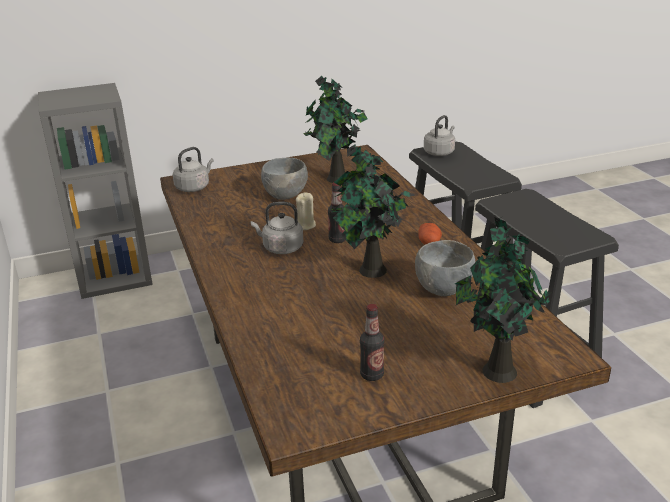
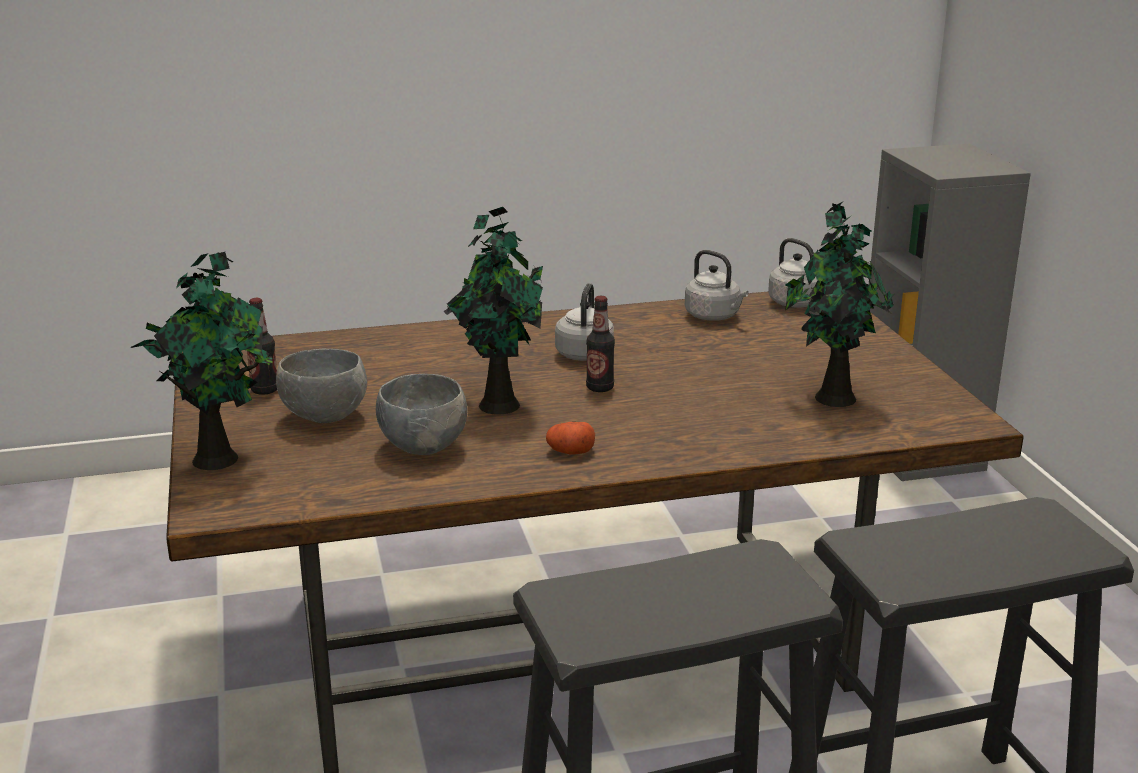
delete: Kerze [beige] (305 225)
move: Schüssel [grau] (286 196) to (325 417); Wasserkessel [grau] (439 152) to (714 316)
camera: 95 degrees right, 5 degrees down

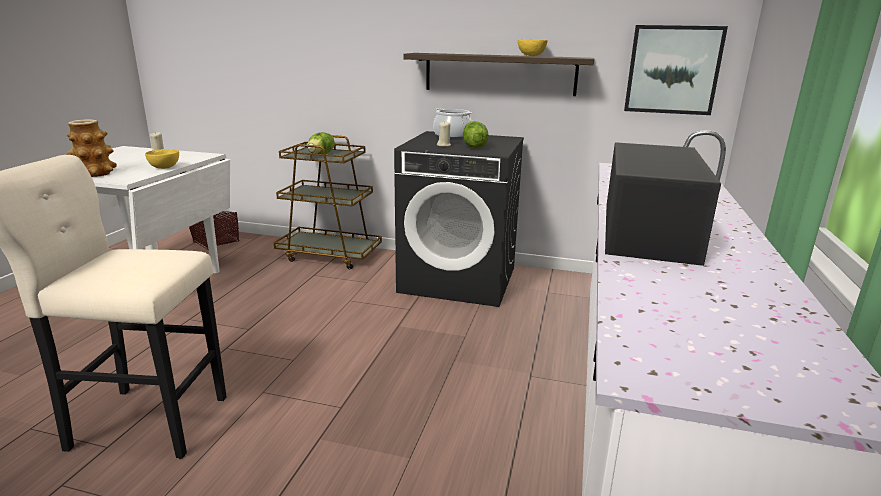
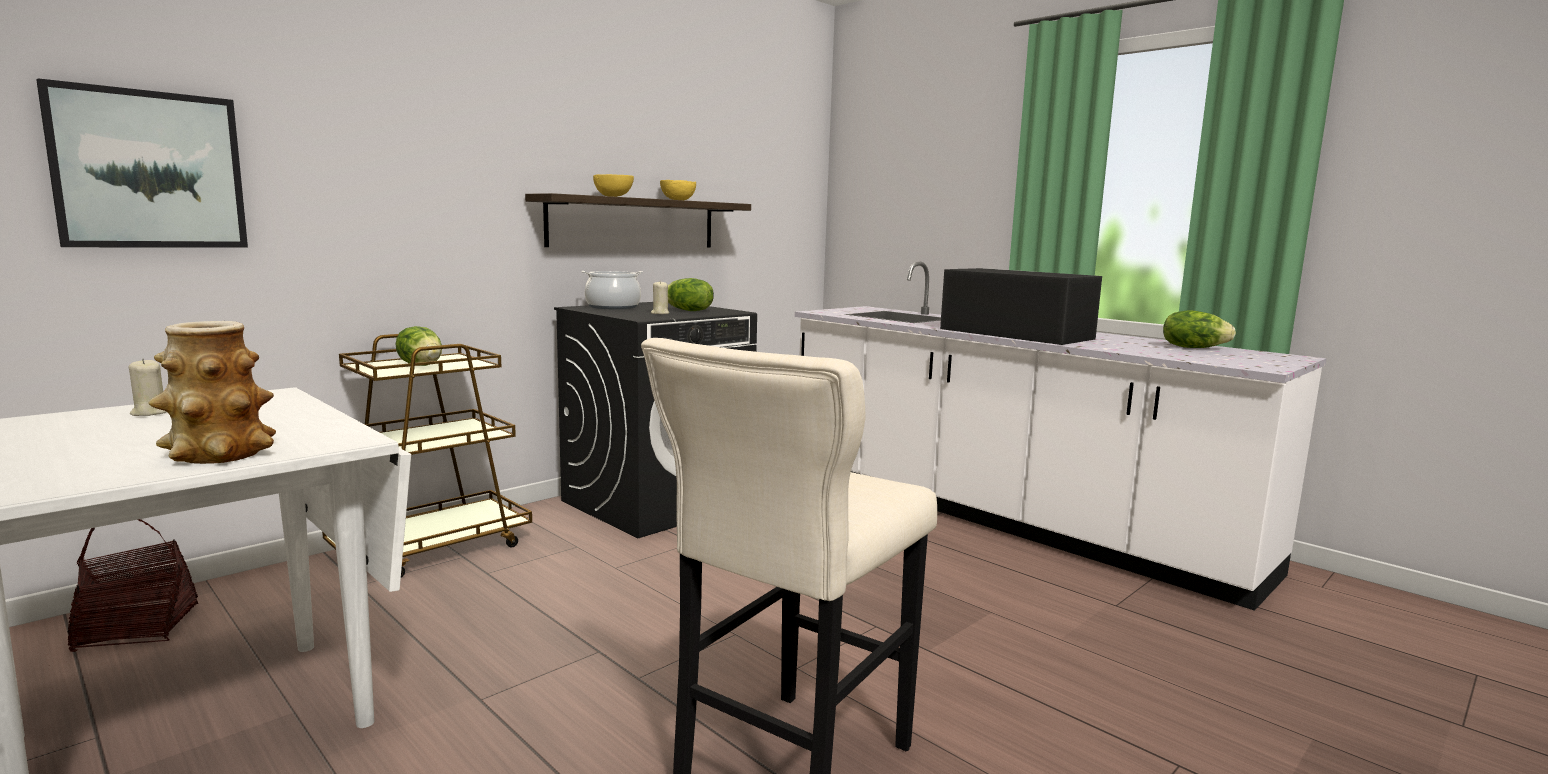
insert: Salatkopf (1193 348)
move: Schüssel [gelb] (165 168) to (613 196); Bild (673 70) to (149 170)
camera: 60 degrees left, 10 degrees down

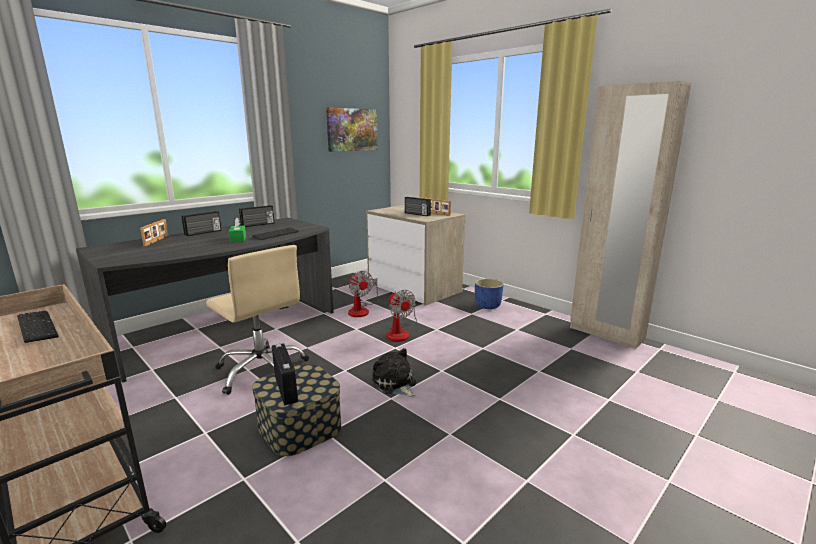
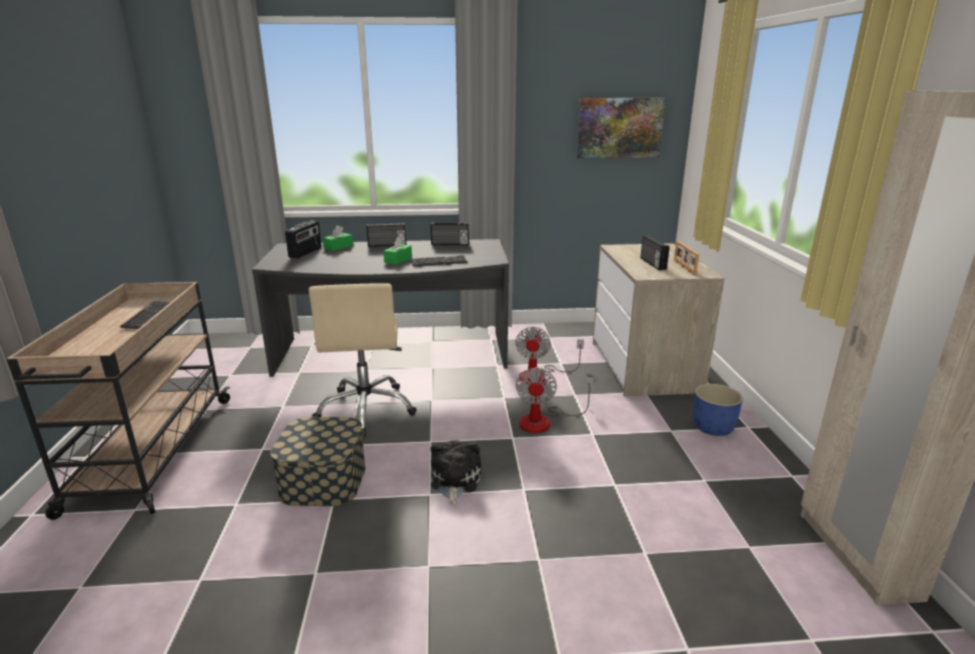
move: Radio (286 388) to (306 252)
replace: Bilderrahmen (157 240) to Taschentuchbox [grün] (338 247)
camera: 40 degrees right, 5 degrees up

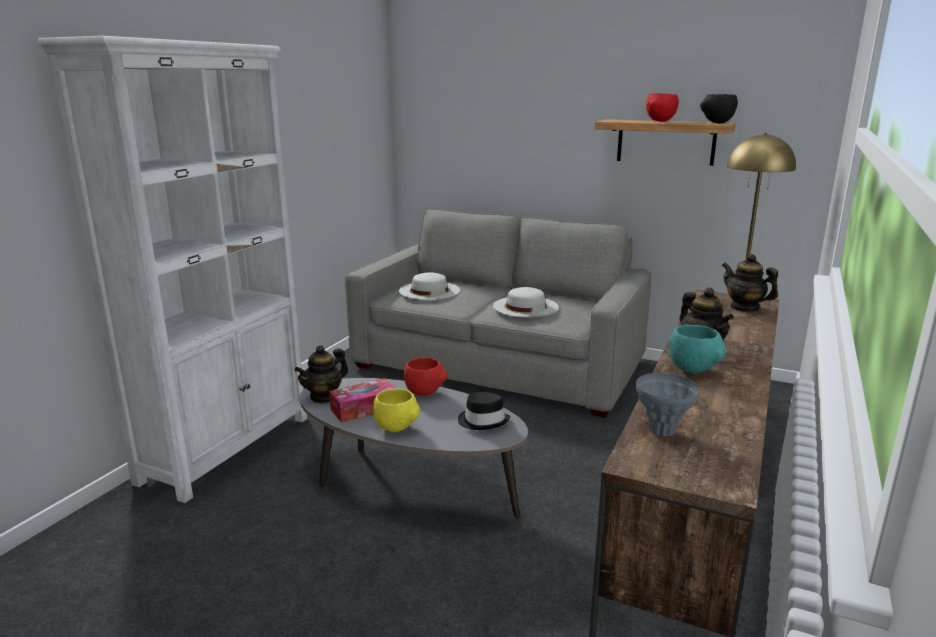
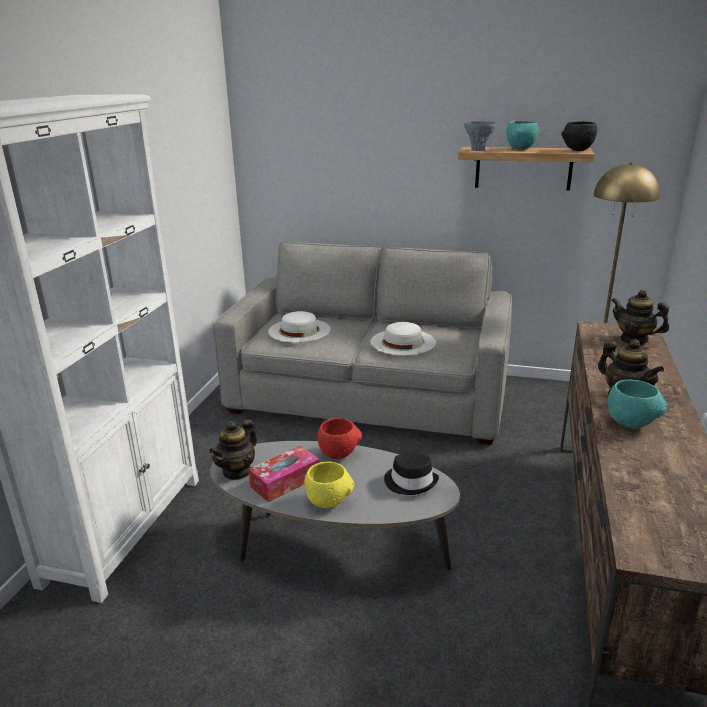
move: Vase [grau] (662 431) to (478 150)
recolor: Schüssel [rot] (660 121) to Schüssel [türkis] (520 149)
camera: 10 degrees left, 5 degrees up

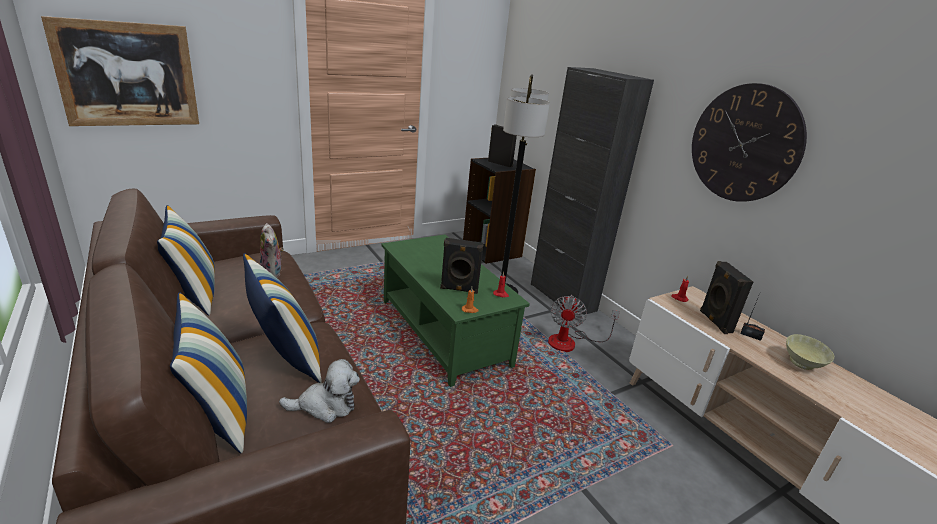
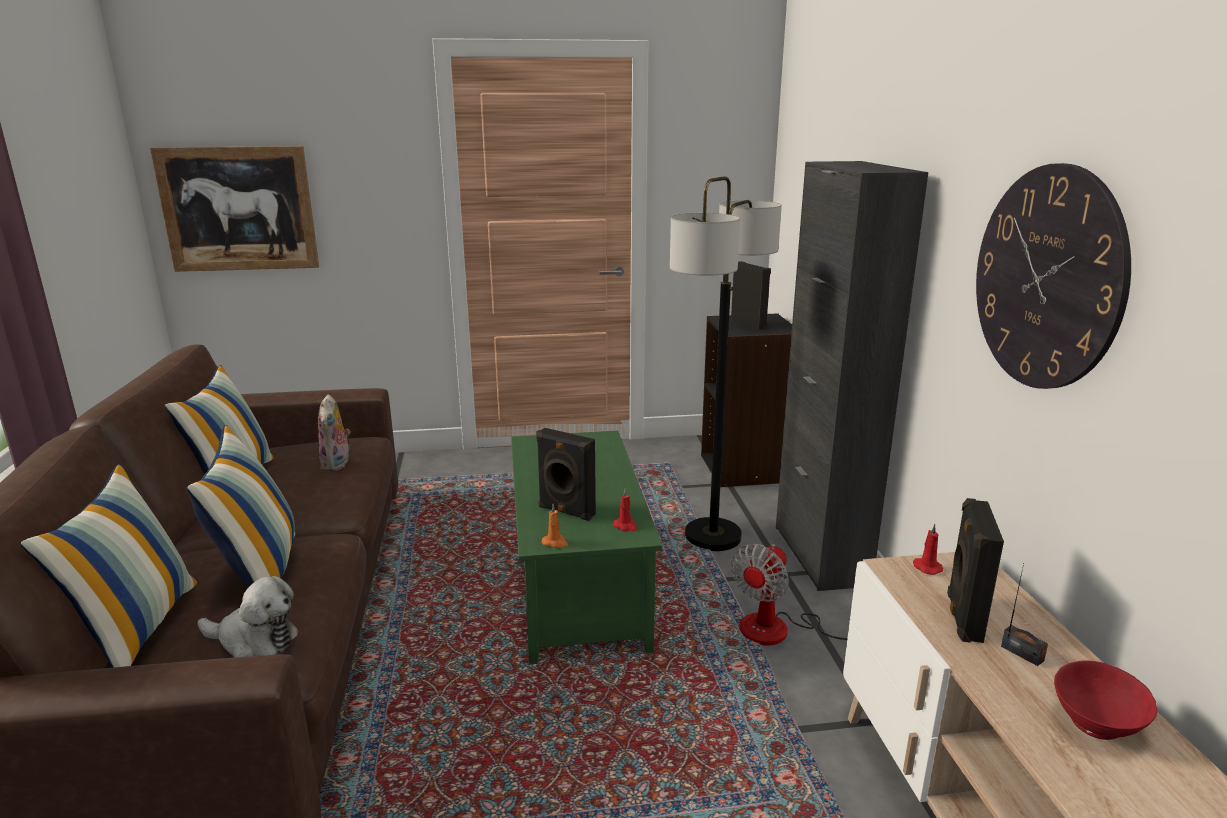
recolor: Schüssel [beige] (801 364) to Schüssel [rot] (1094 725)
camera: 25 degrees right, 5 degrees down

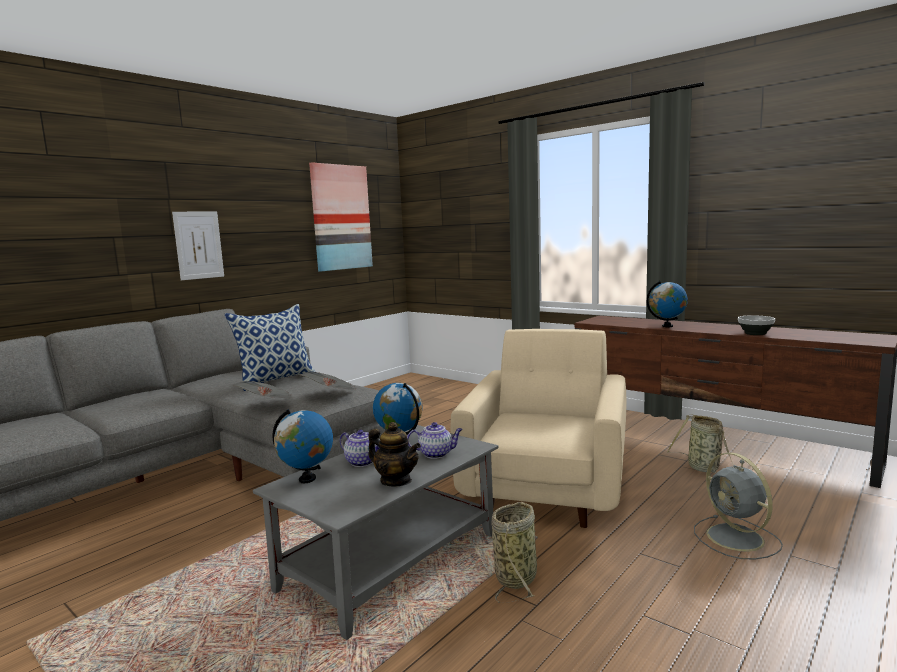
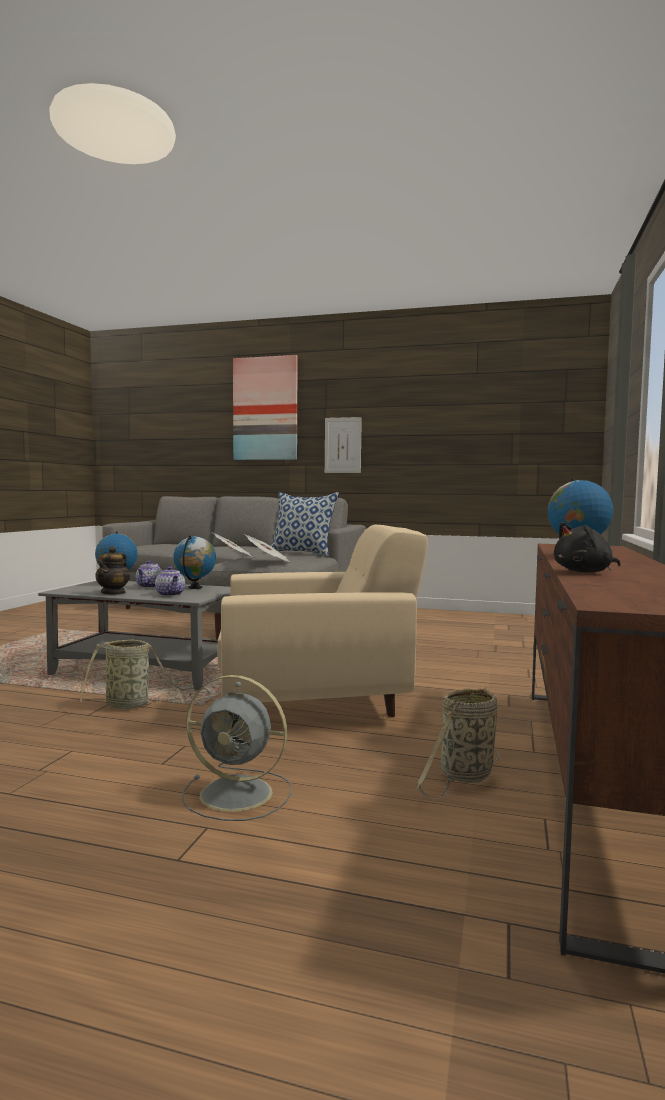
move: Bild (341 217) to (265 409)
replace: Schüssel (755 333) to Plüschtier [schwarz] (585 572)
rotate: Ventilator [grau] (737 539) = (239 794) 120 degrees counterclockwise
camera: 65 degrees right, 5 degrees down

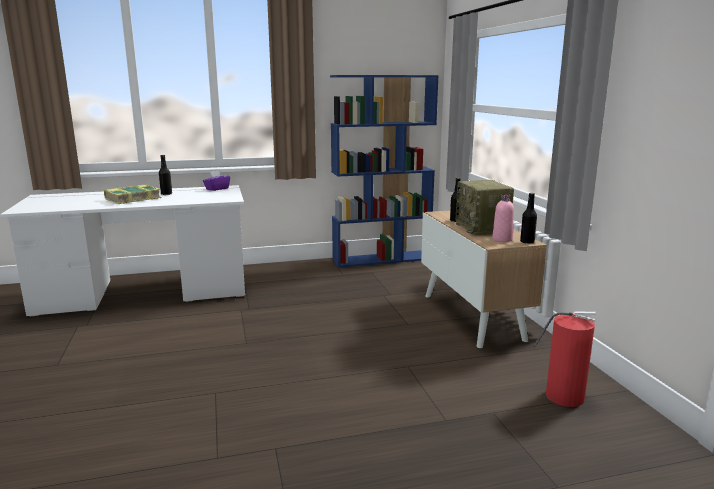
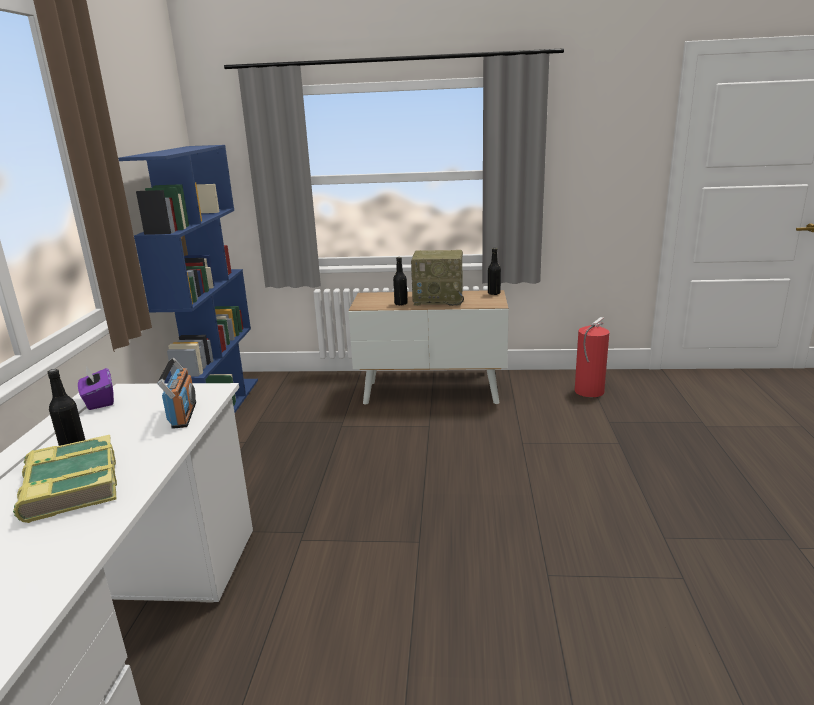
delete: Flasche [rosa] (502 239)
insert: Radio (183 415)
camera: 70 degrees left, 5 degrees up

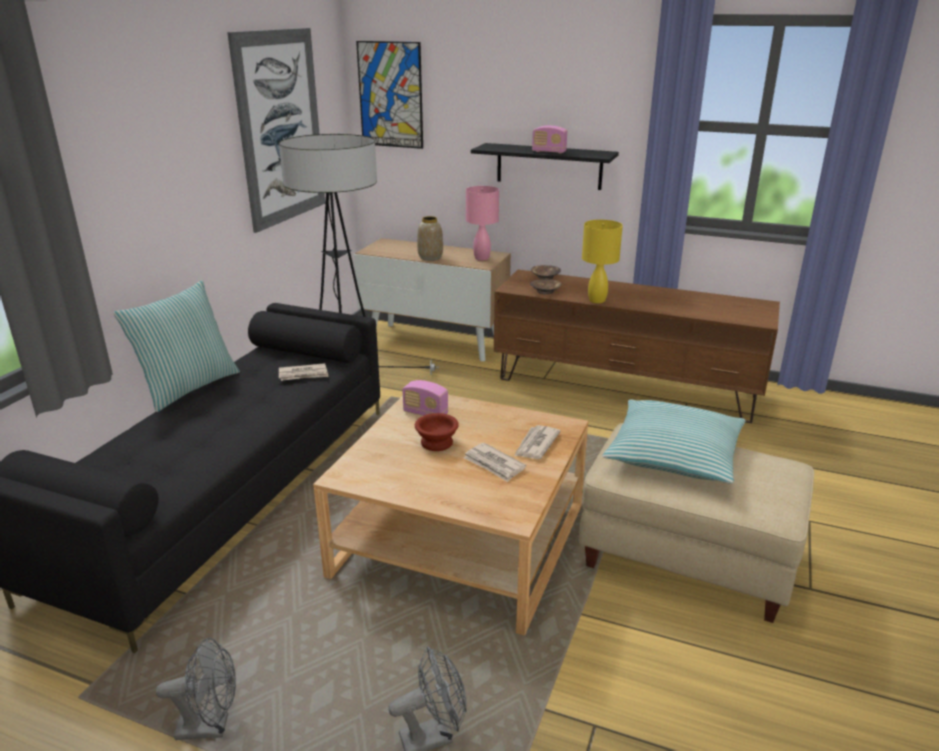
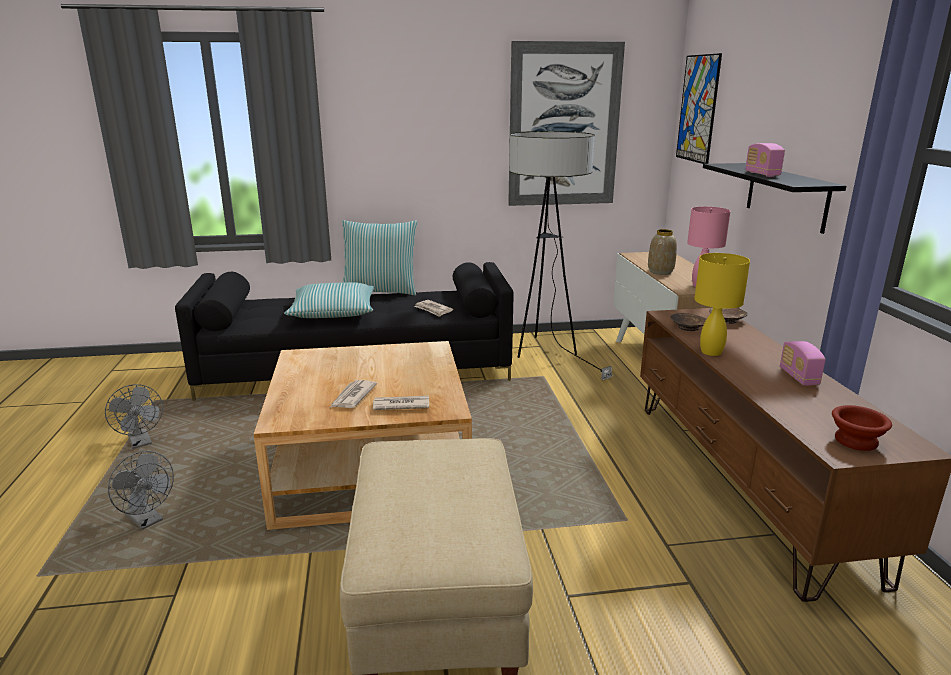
move: Radio (425 413) to (798 377); Schüssel [braun] (436 442) to (855 440); Kissen (674 454) to (333 312)
camera: 60 degrees right, 5 degrees down

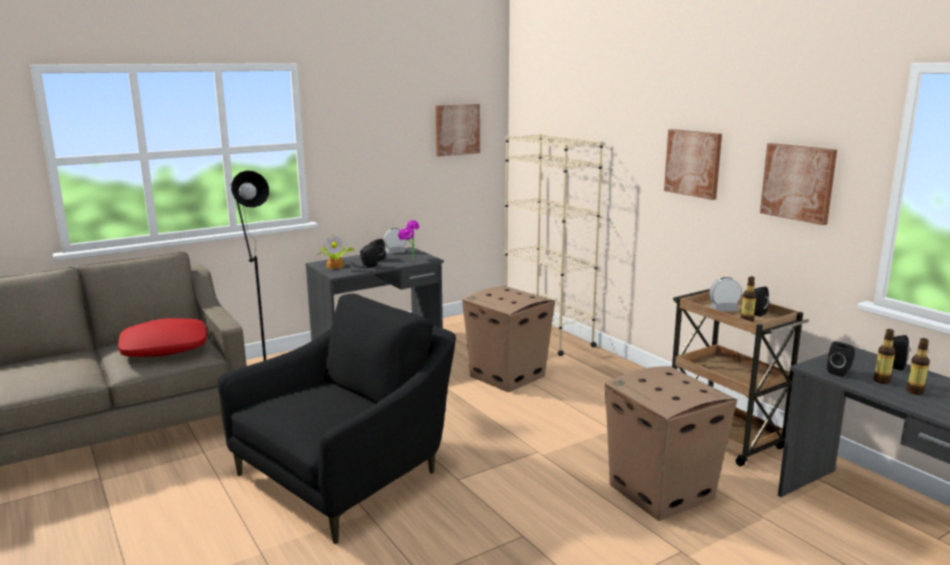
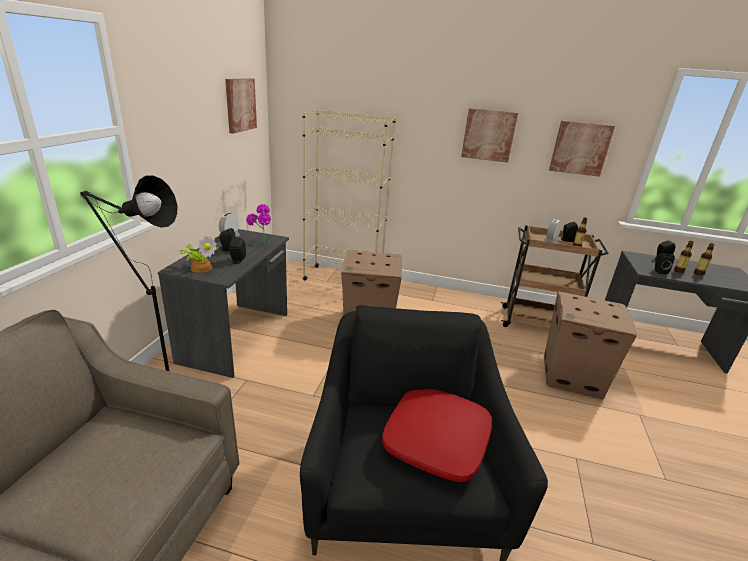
move: Kissen [rot] (165 348) to (435 439)
camera: 45 degrees left, 10 degrees up

